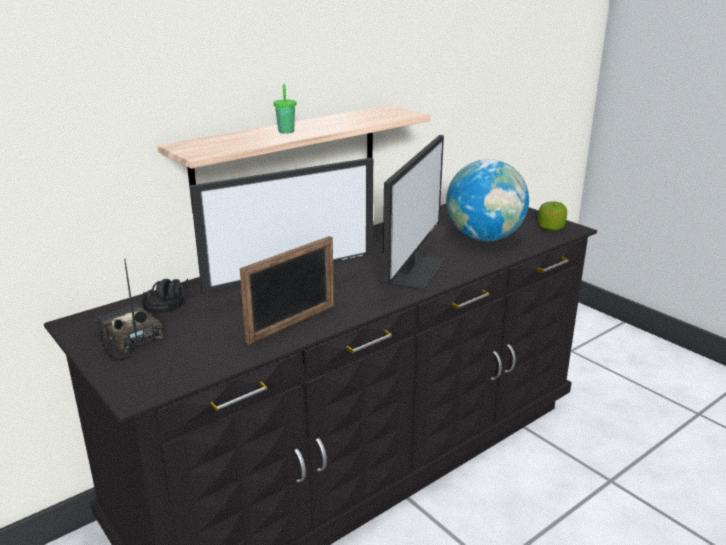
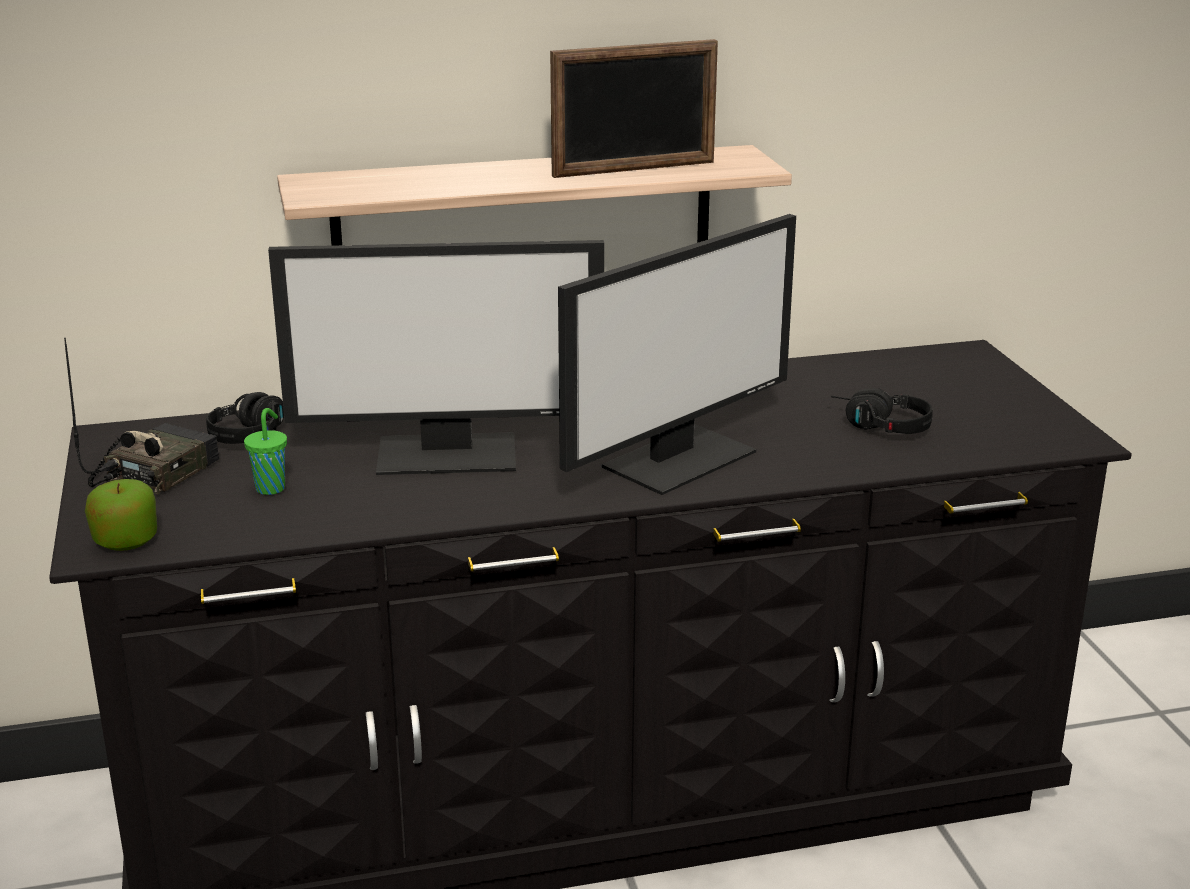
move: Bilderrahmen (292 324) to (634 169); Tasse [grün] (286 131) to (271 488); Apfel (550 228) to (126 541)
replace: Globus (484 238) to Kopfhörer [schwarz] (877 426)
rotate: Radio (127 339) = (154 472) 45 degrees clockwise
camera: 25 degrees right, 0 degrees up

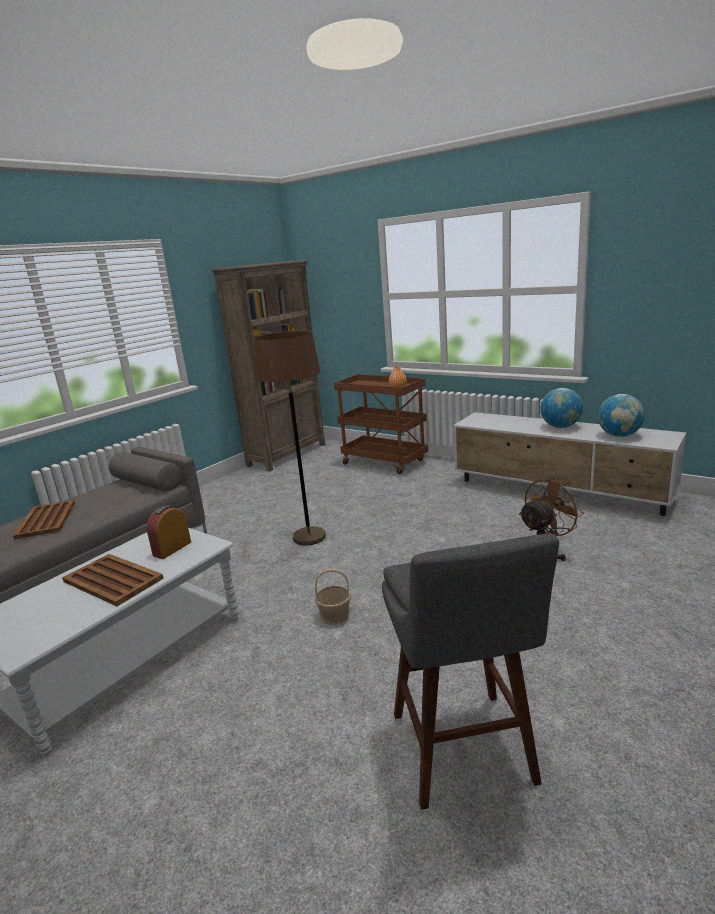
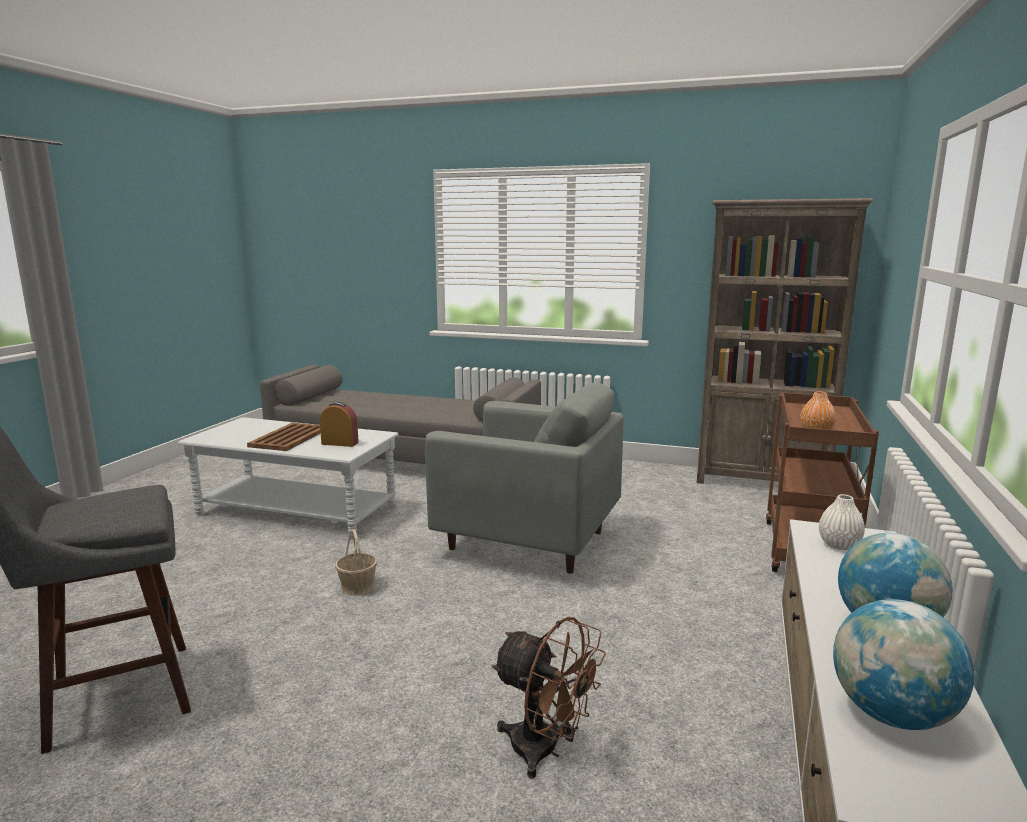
delete: Tablett [braun] (45 520)
insert: Vase [weiß] (839 545)
replace: Stehlampe [braun] (309 537) to Sessel [grau] (526 541)
camera: 70 degrees right, 5 degrees down

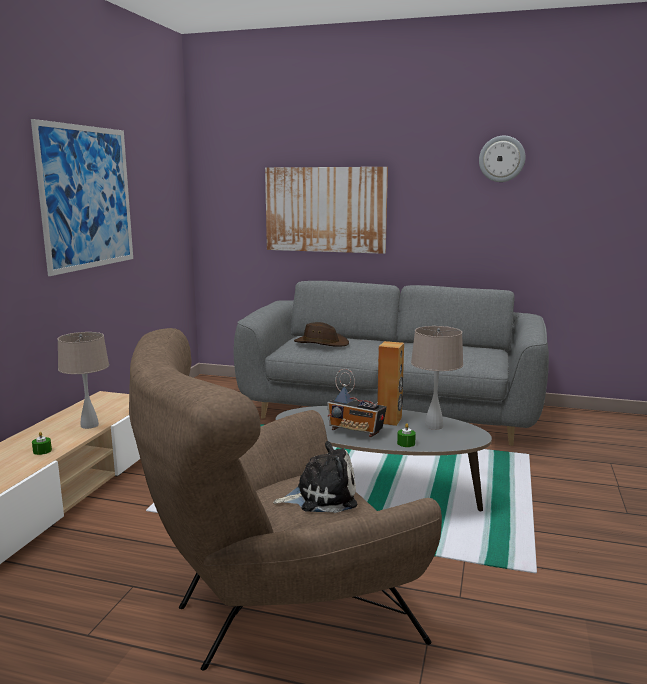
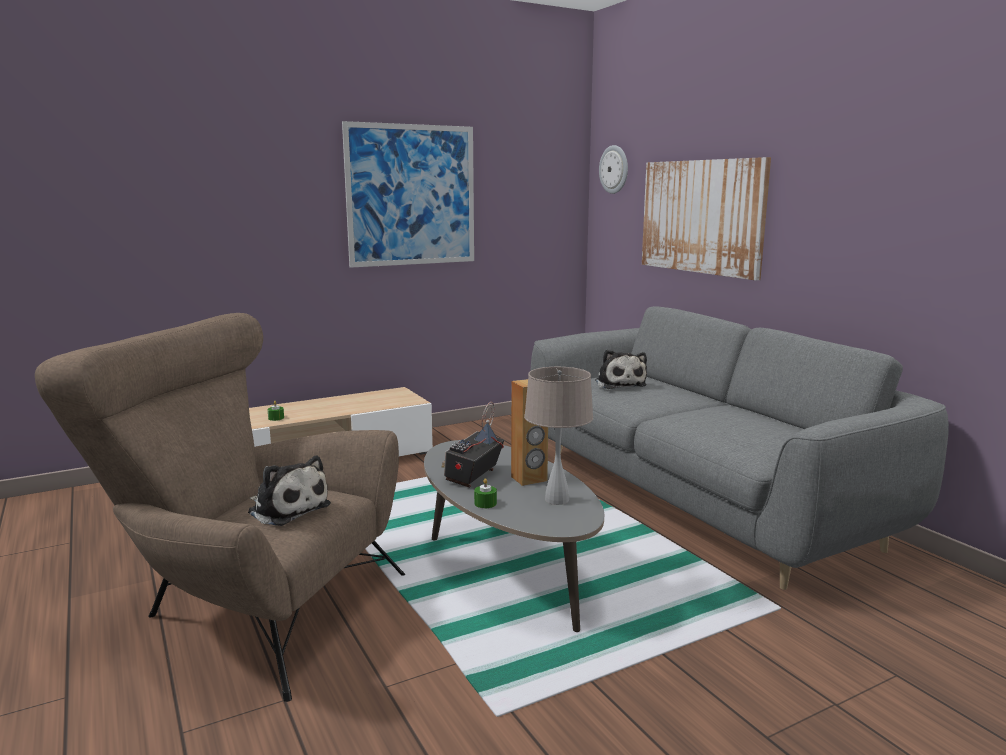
delete: Tischlampe [beige] (89 425)
move: Wanduhr (501 159) to (614 169)
replace: Hut [braun] (321 343) to Plüschtier (619 383)
rotate: Radio (356 431) = (472 477) 45 degrees clockwise
camera: 45 degrees right, 0 degrees up

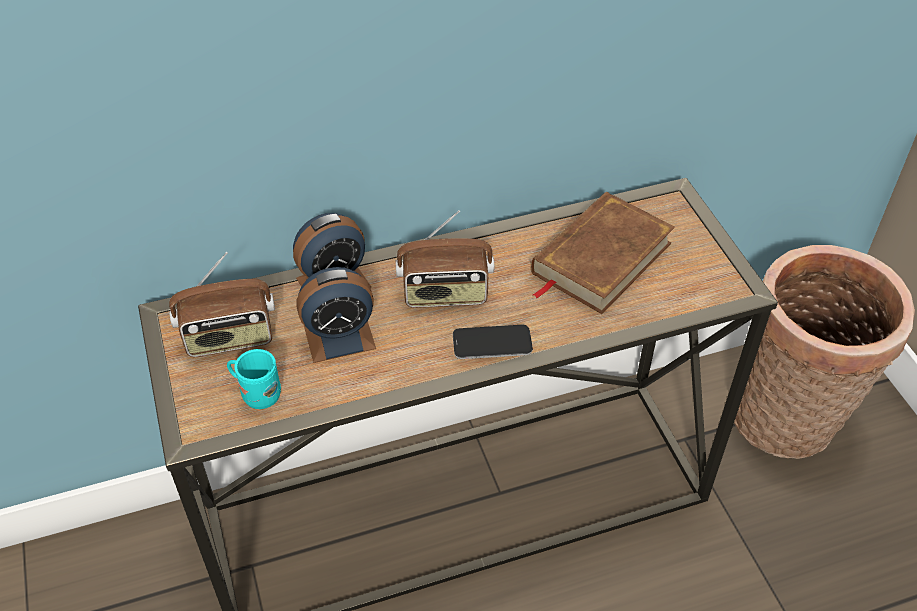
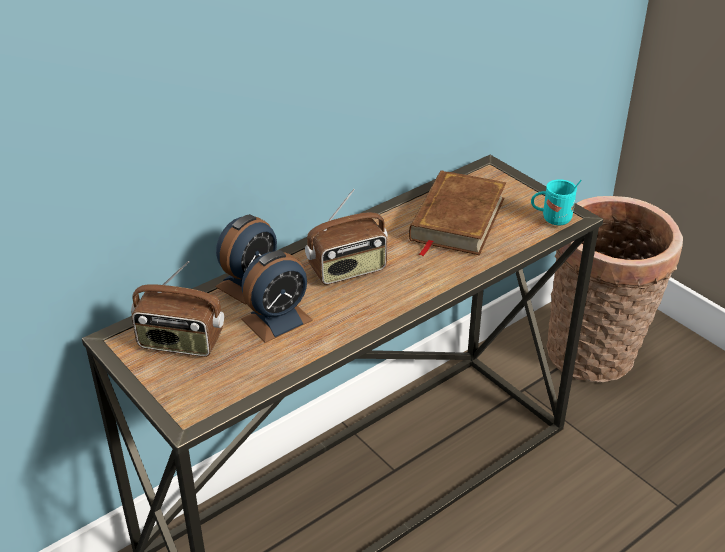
delete: Handy (492 343)
move: Henkelbecher [türkis] (257 394) to (552 219)
rotate: Radio (229 338) = (180 343) 45 degrees clockwise
camera: 20 degrees left, 10 degrees down

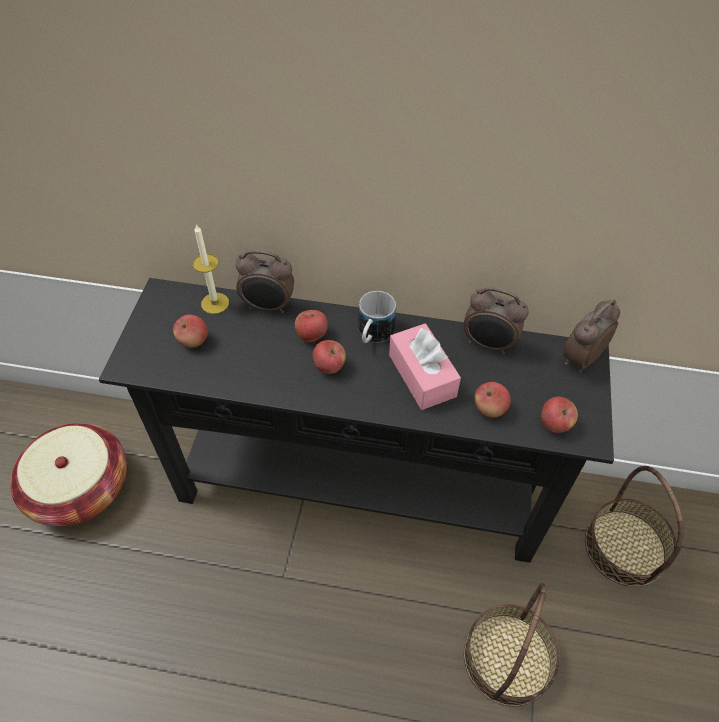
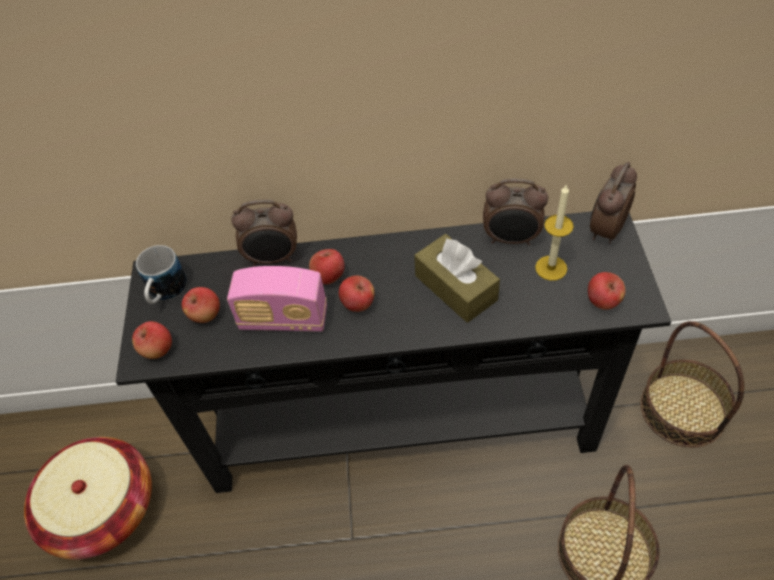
insert: Radio (284 319)
move: Kerze (215 303) to (551 268); Henkelbecher (373 335) to (165 293); Apfel (489 409) to (157 349)
recolor: Taschentuchbox [rosa] (422 375) to Taschentuchbox [braun] (456 288)
camera: 10 degrees left, 0 degrees up

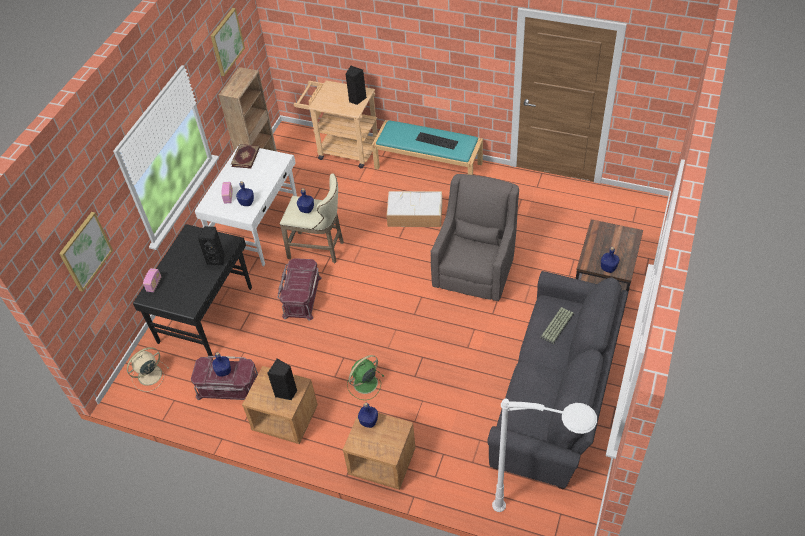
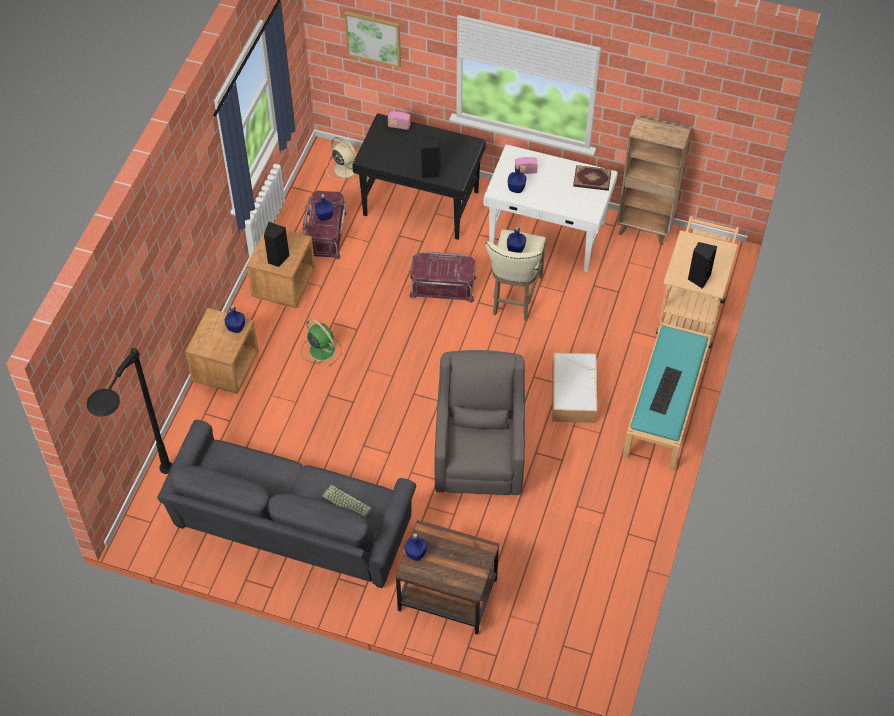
delete: Bild (226 41)
recolor: Stehlampe [weiß] (541 518) to Stehlampe [schwarz] (148 504)
rotate: Sessel [grau] (475 270) = (479 457) 105 degrees counterclockwise
camera: 85 degrees right, 5 degrees up

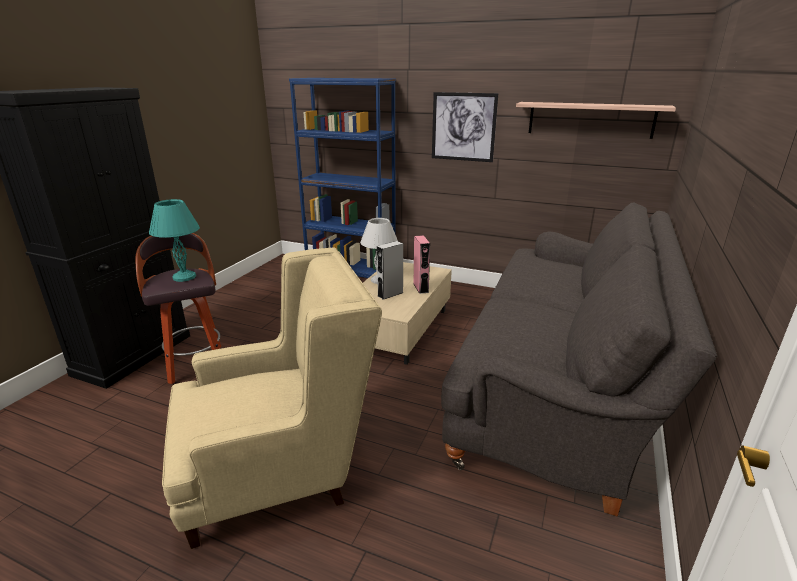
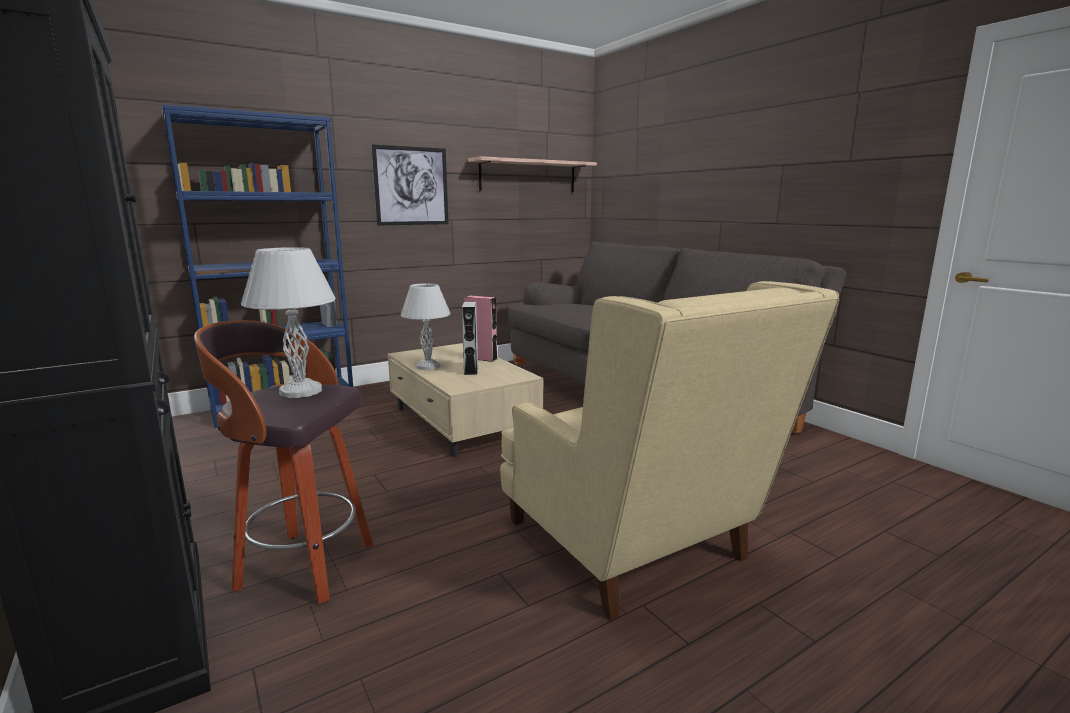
recolor: Tischlampe [türkis] (184 277) to Tischlampe [weiß] (299 391)
rotate: Sessel [beige] (280 469) = (636 549) 135 degrees clockwise
camera: 55 degrees left, 10 degrees down

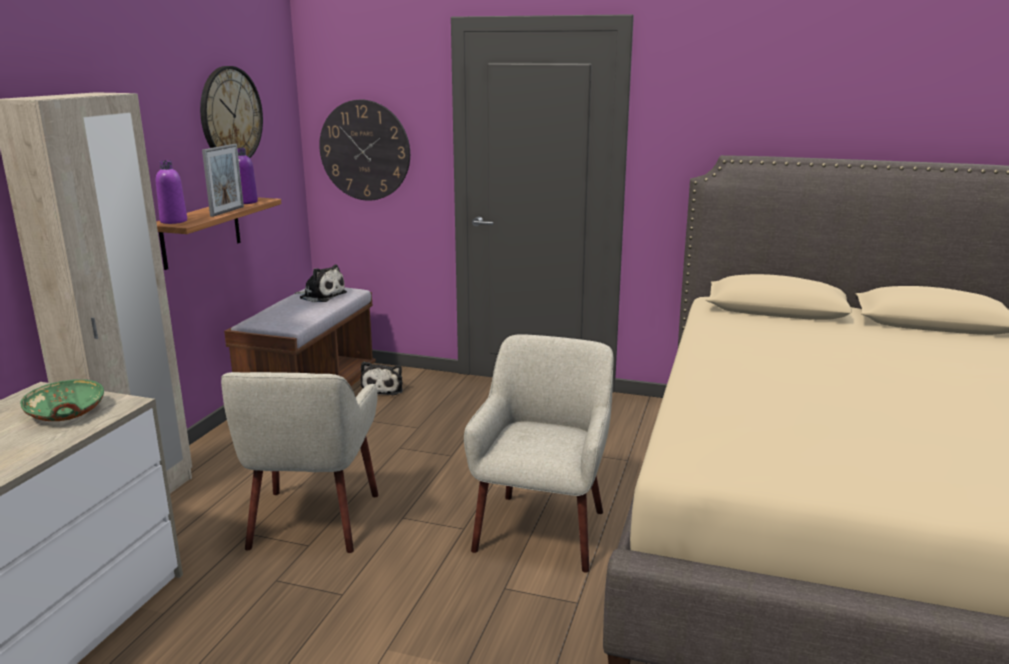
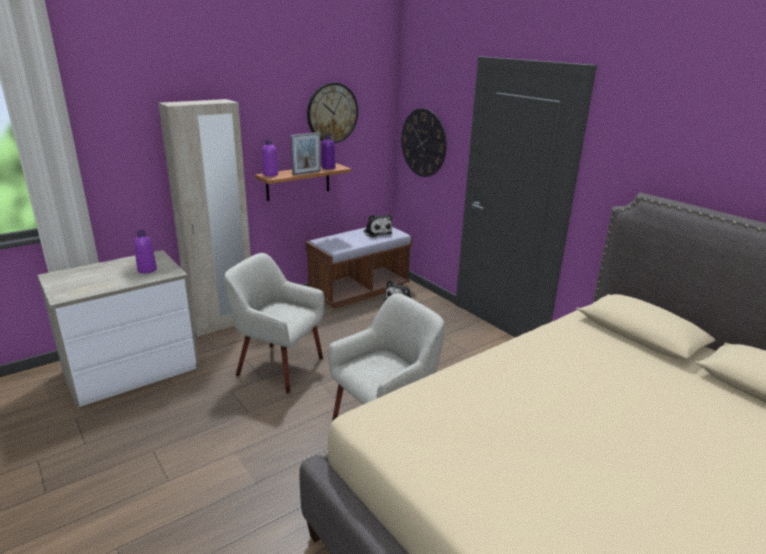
replace: Schüssel [grün] (66 413) to Flasche [lila] (147 270)
rotate: Sessel [beige] (312 521) = (279 366) 75 degrees clockwise
camera: 35 degrees right, 5 degrees up

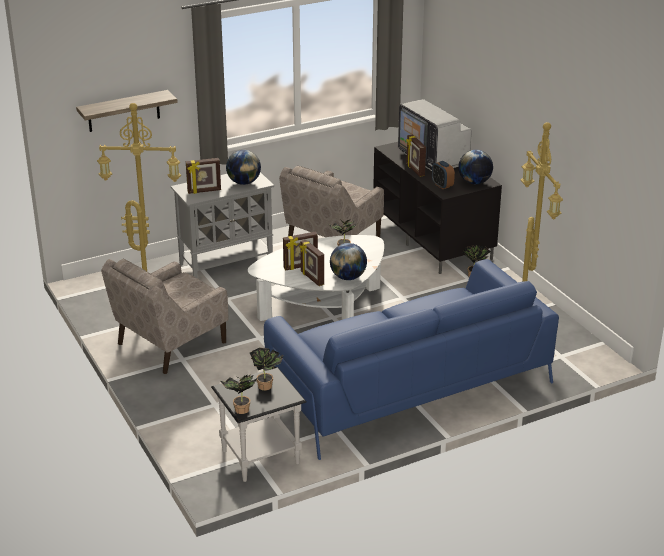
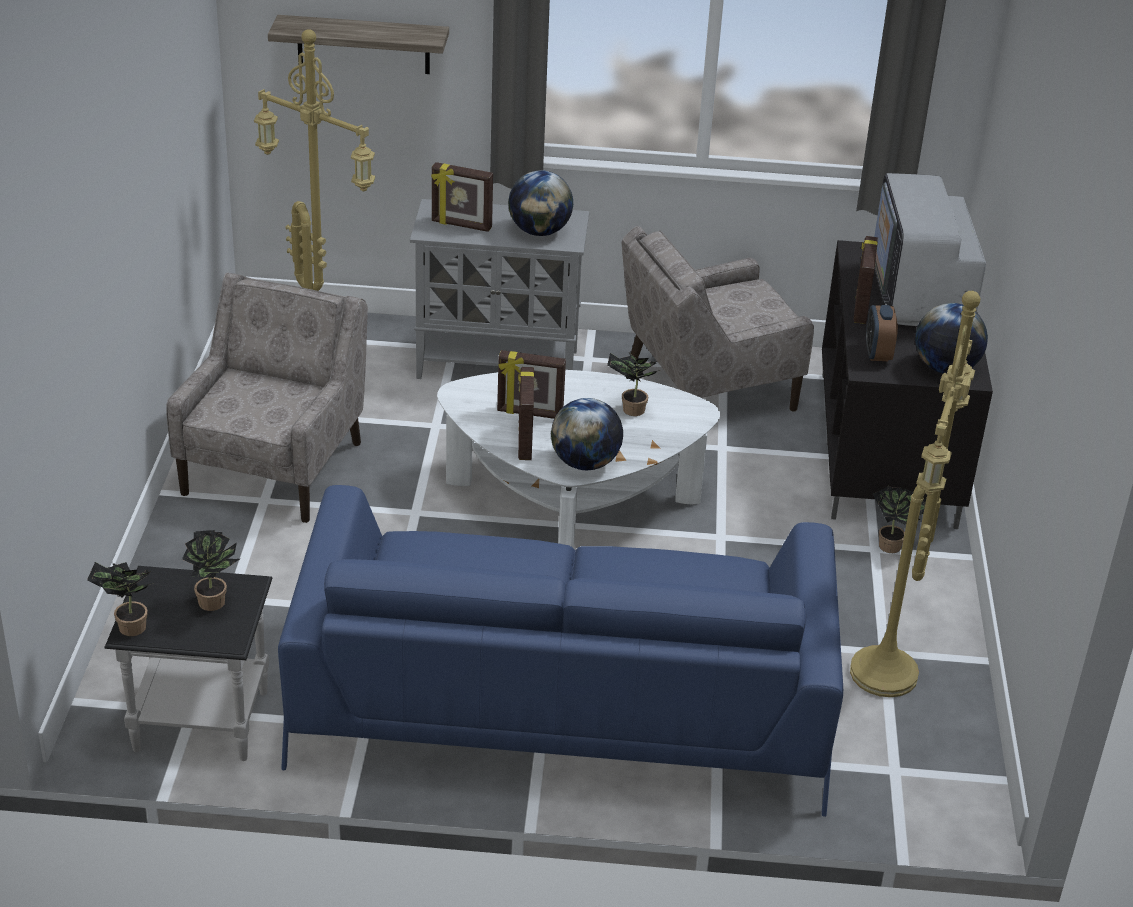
rotate: Sessel [beige] (170 343) = (274 467) 120 degrees clockwise
camera: 30 degrees right, 5 degrees up

